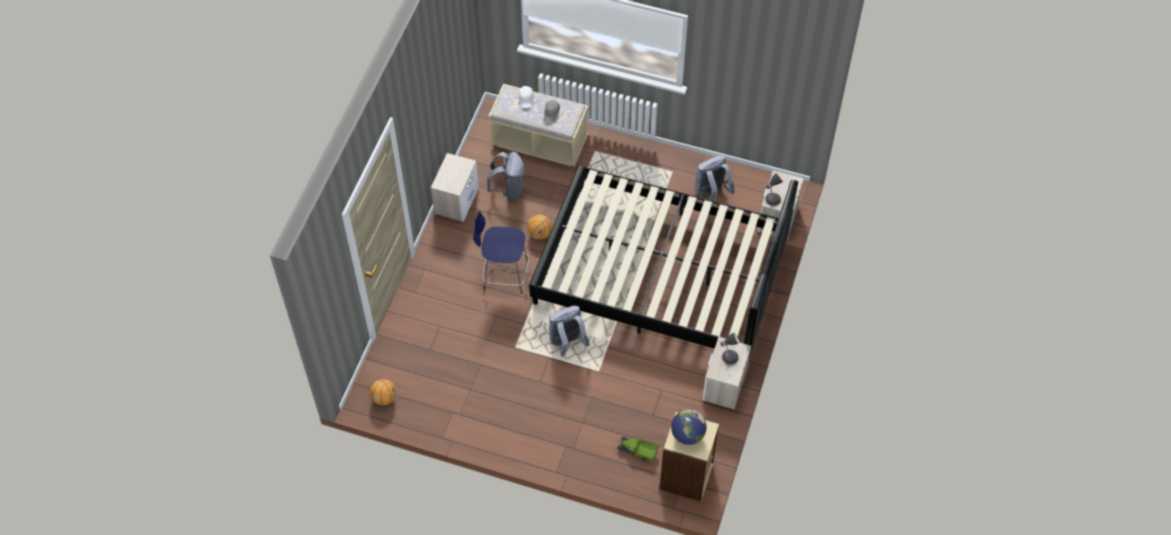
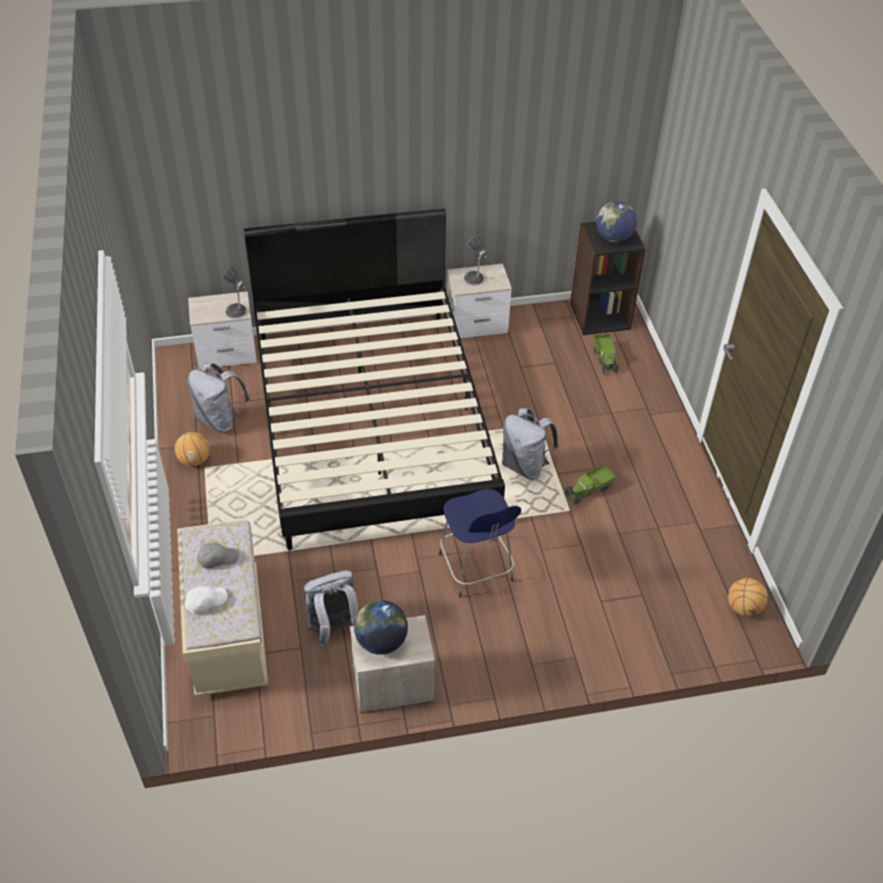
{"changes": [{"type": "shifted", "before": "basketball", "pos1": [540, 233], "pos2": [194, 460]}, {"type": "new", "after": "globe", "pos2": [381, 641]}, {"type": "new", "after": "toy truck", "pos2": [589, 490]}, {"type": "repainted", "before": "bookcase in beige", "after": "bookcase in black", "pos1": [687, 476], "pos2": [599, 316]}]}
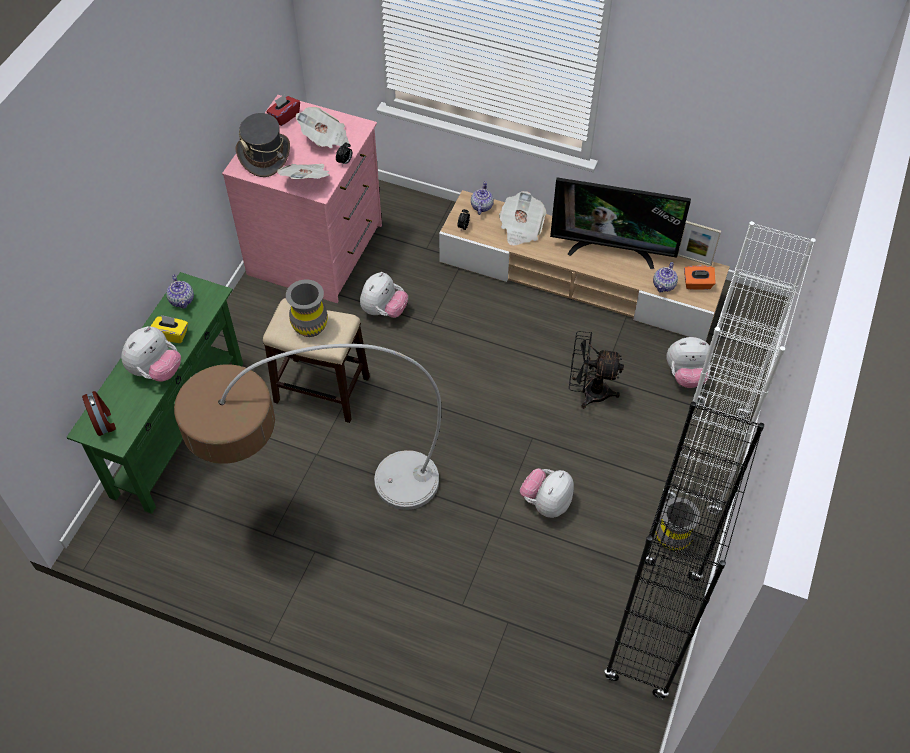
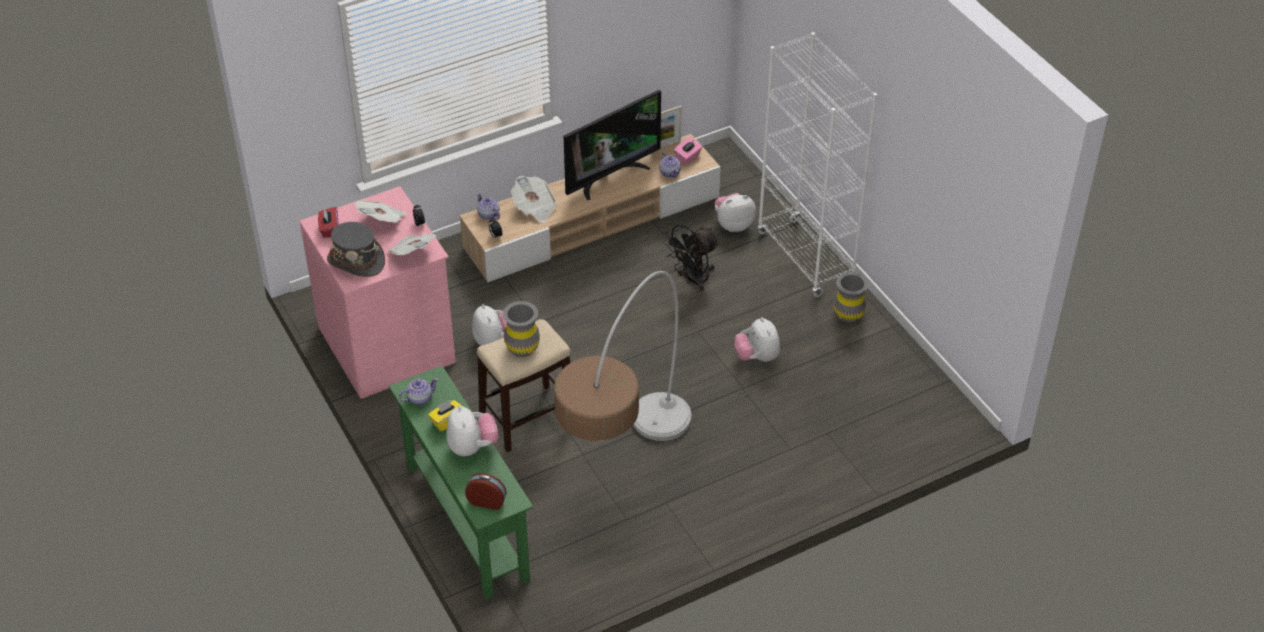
{"changes": [{"type": "rotated", "before": "teapot", "pos1": [182, 300], "pos2": [419, 398], "turn": -45}, {"type": "repainted", "before": "tissue box in orange", "after": "tissue box in pink", "pos1": [697, 284], "pos2": [688, 157]}, {"type": "rotated", "before": "plush toy", "pos1": [685, 375], "pos2": [733, 225], "turn": -150}, {"type": "gone", "before": "bookcase in black", "pos1": [653, 628]}]}
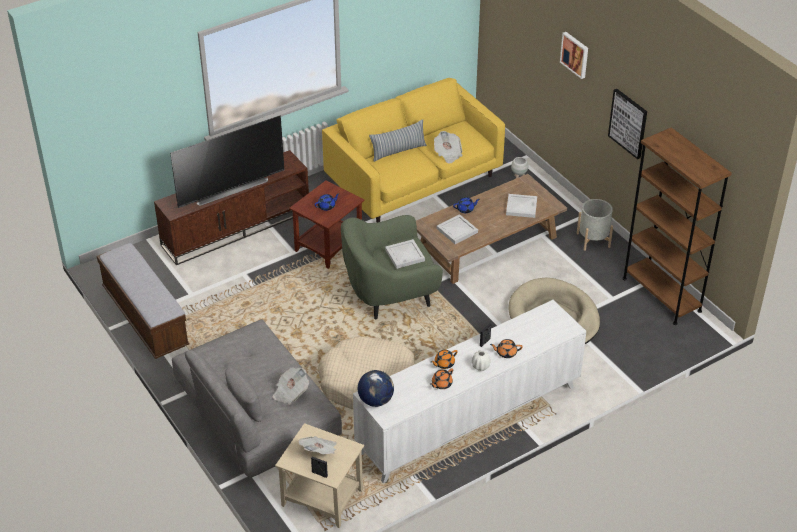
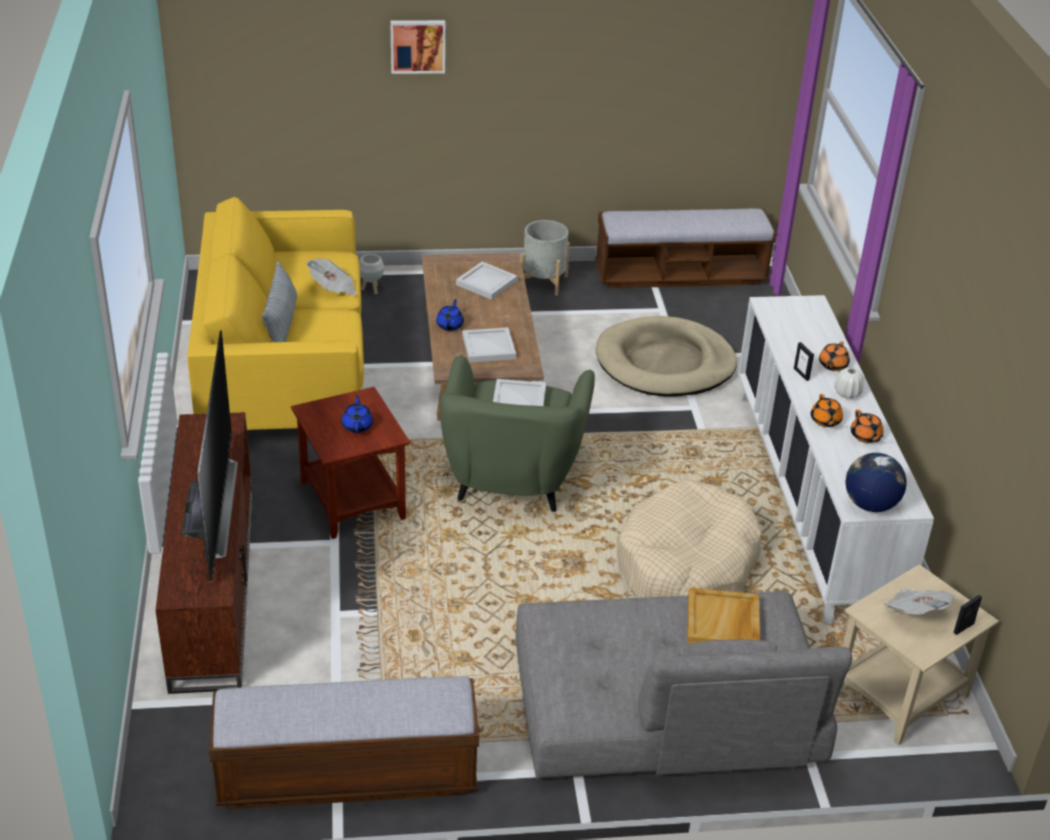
{"changes": [{"type": "swapped", "before": "bookcase in brown", "after": "bench", "pos1": [661, 294], "pos2": [680, 275]}, {"type": "swapped", "before": "newspaper", "after": "tray in beige", "pos1": [290, 392], "pos2": [723, 622]}, {"type": "gone", "before": "picture", "pos1": [628, 123]}]}
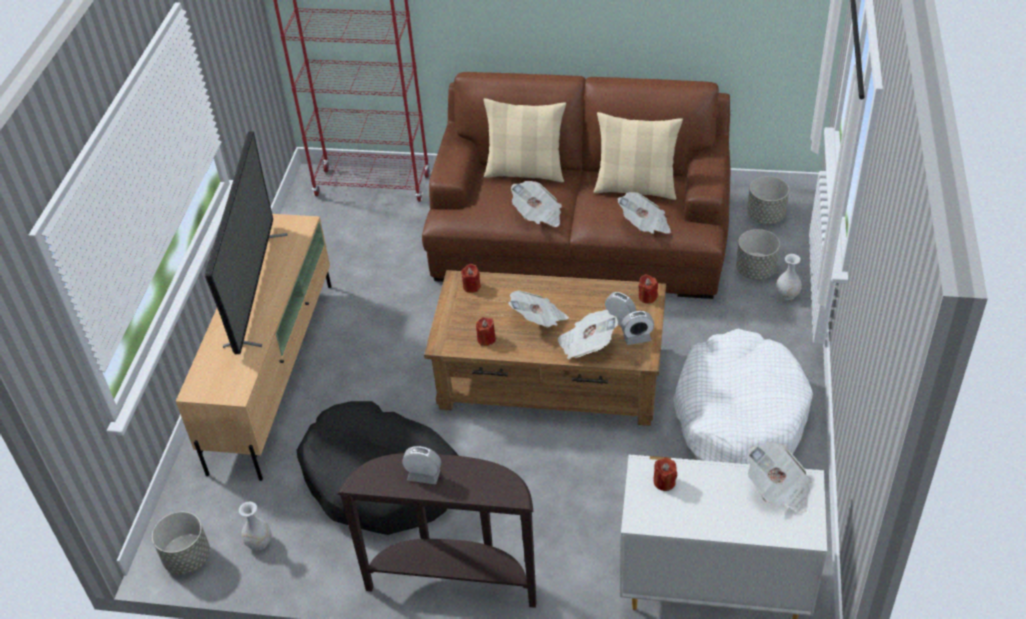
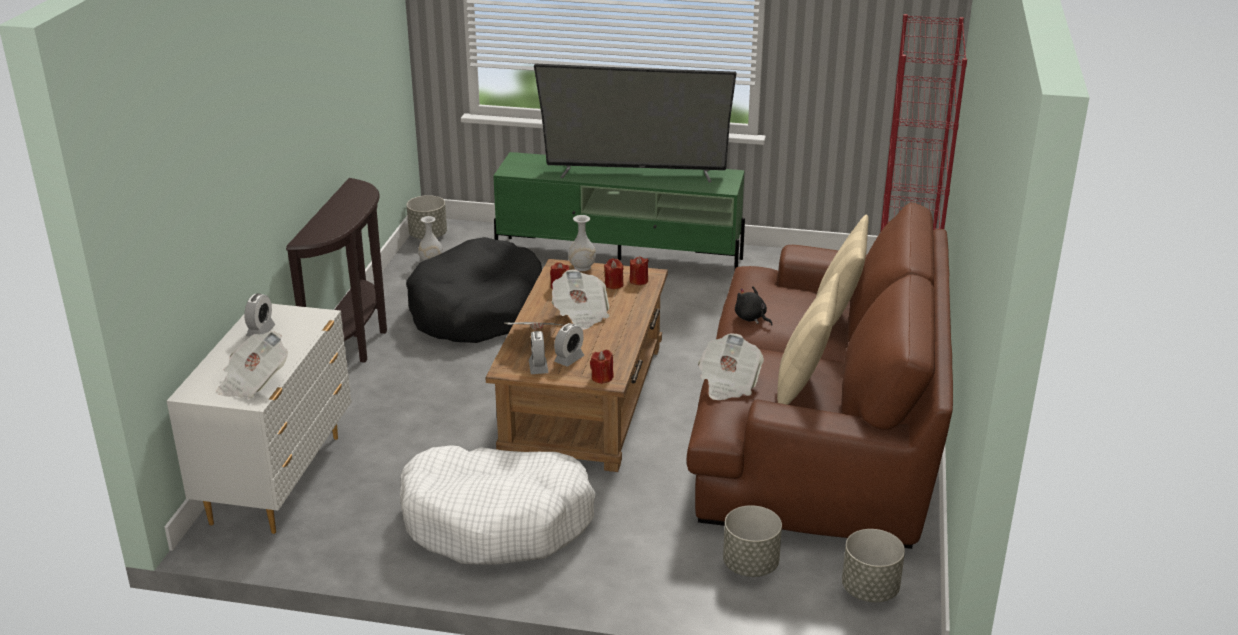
{"changes": [{"type": "shifted", "before": "alarm clock", "pos1": [424, 476], "pos2": [261, 331]}, {"type": "repainted", "before": "tv stand in beige", "after": "tv stand in green", "pos1": [274, 373], "pos2": [620, 259]}, {"type": "shifted", "before": "vase in white", "pos1": [787, 294], "pos2": [582, 267]}, {"type": "shifted", "before": "candle in red", "pos1": [664, 482], "pos2": [614, 284]}, {"type": "swapped", "before": "newspaper", "after": "plush toy in black", "pos1": [538, 215], "pos2": [751, 318]}]}
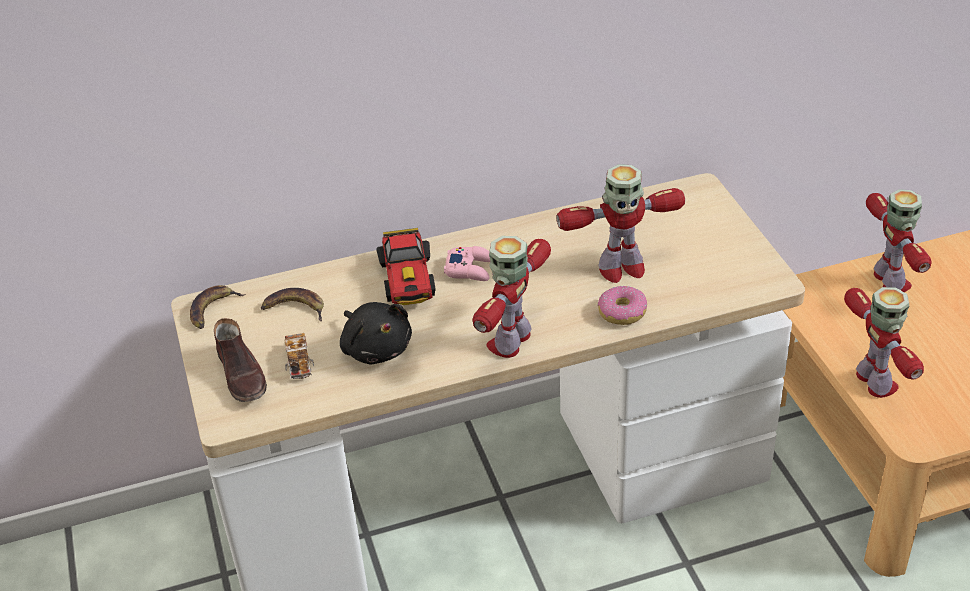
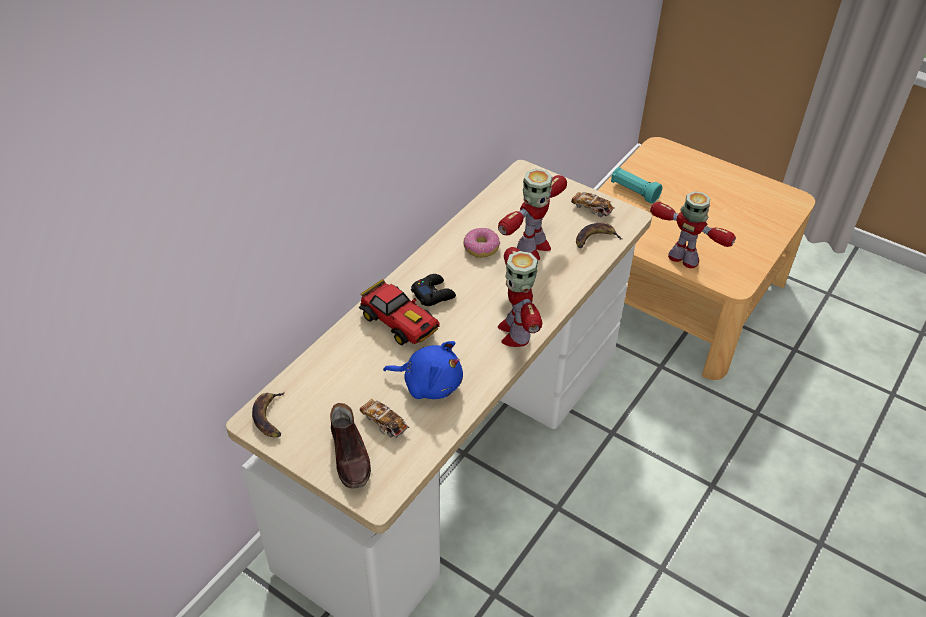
{"changes": [{"type": "rotated", "before": "shoe in brown", "pos1": [242, 375], "pos2": [350, 455], "turn": 45}, {"type": "repainted", "before": "plush toy in black", "after": "plush toy in blue", "pos1": [376, 348], "pos2": [429, 384]}, {"type": "repainted", "before": "game controller in pink", "after": "game controller in black", "pos1": [469, 269], "pos2": [433, 294]}, {"type": "shifted", "before": "donut", "pos1": [622, 312], "pos2": [481, 247]}, {"type": "new", "after": "toy car", "pos2": [591, 209]}, {"type": "shifted", "before": "banana", "pos1": [294, 308], "pos2": [595, 239]}, {"type": "swapped", "before": "toy robot", "after": "flashlight in turquoise", "pos1": [890, 281], "pos2": [634, 192]}]}
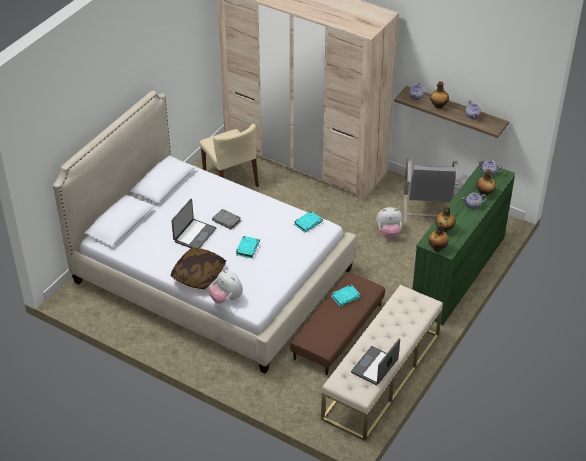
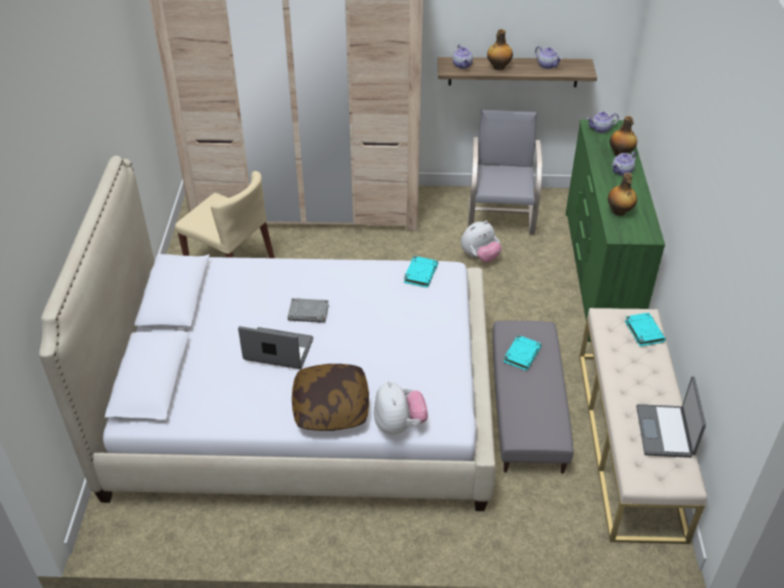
{"changes": [{"type": "rotated", "before": "laptop", "pos1": [194, 235], "pos2": [278, 351], "turn": -75}, {"type": "rotated", "before": "plush toy", "pos1": [226, 298], "pos2": [399, 425], "turn": -120}, {"type": "rotated", "before": "chair in grey", "pos1": [427, 211], "pos2": [501, 215], "turn": -150}, {"type": "repainted", "before": "ottoman in brown", "after": "ottoman in grey", "pos1": [337, 331], "pos2": [526, 407]}, {"type": "shifted", "before": "book in turquoise", "pos1": [247, 248], "pos2": [643, 331]}, {"type": "gone", "before": "bottle", "pos1": [437, 248]}]}
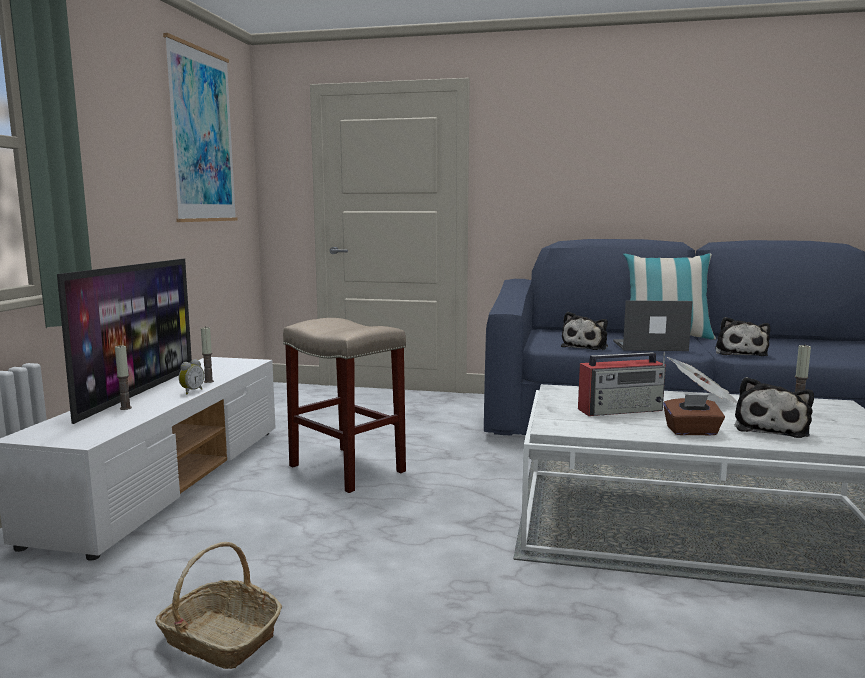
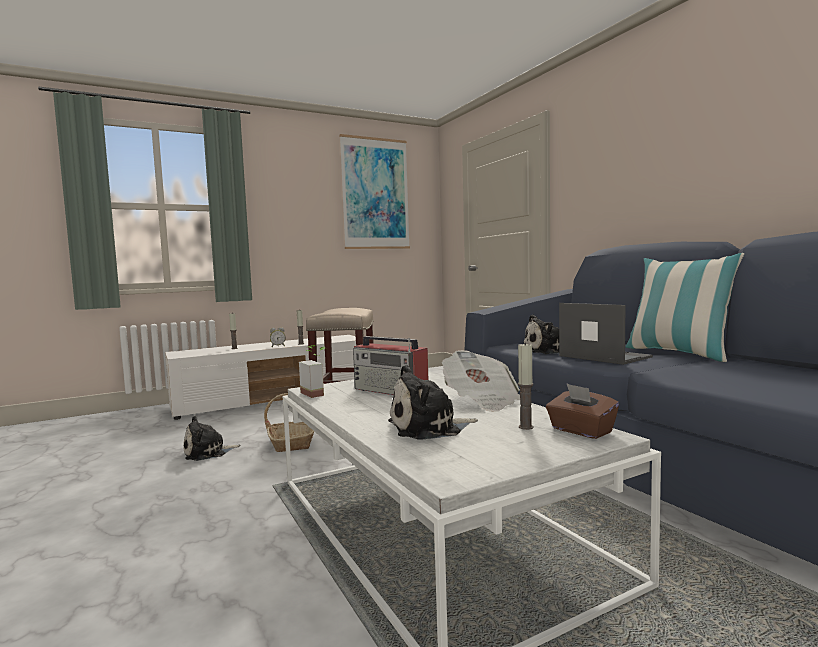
{"changes": [{"type": "shifted", "before": "plush toy", "pos1": [740, 353], "pos2": [208, 453]}, {"type": "shifted", "before": "basket", "pos1": [219, 639], "pos2": [293, 443]}, {"type": "new", "after": "potted plant", "pos2": [317, 393]}, {"type": "shifted", "before": "tissue box in brown", "pos1": [692, 432], "pos2": [581, 431]}, {"type": "gone", "before": "television", "pos1": [138, 393]}]}
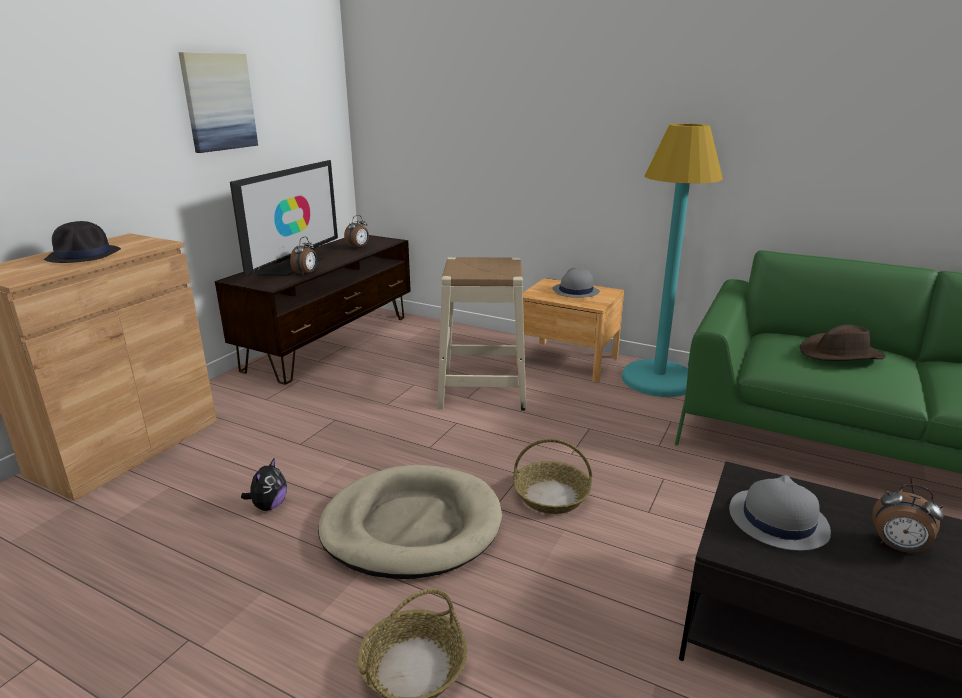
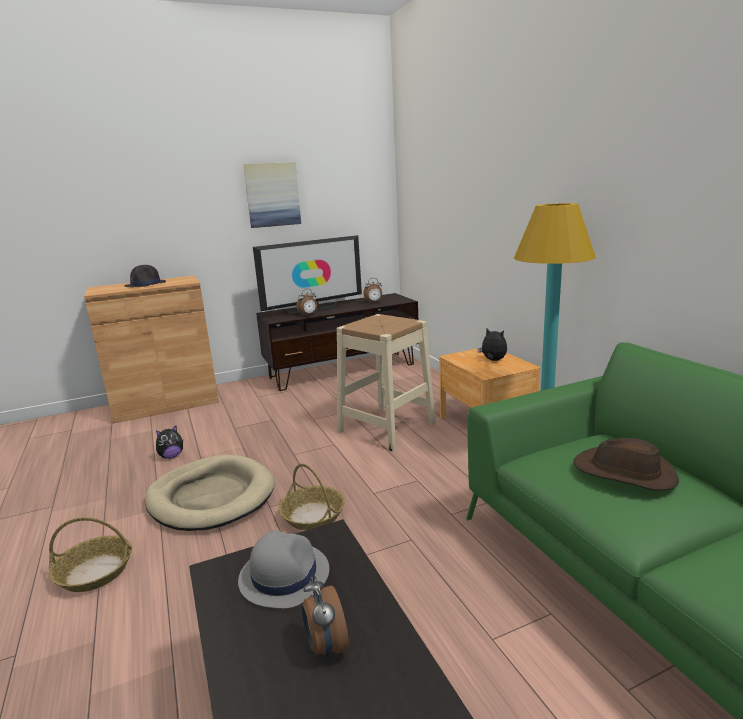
{"changes": [{"type": "swapped", "before": "hat in grey", "after": "plush toy", "pos1": [575, 291], "pos2": [493, 360]}]}
